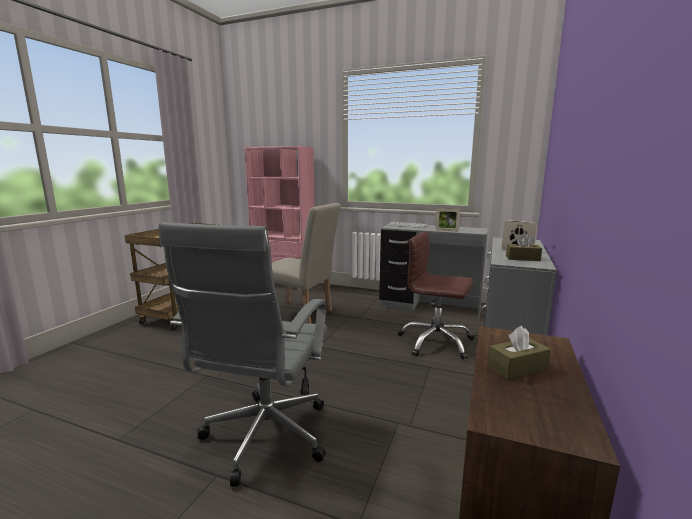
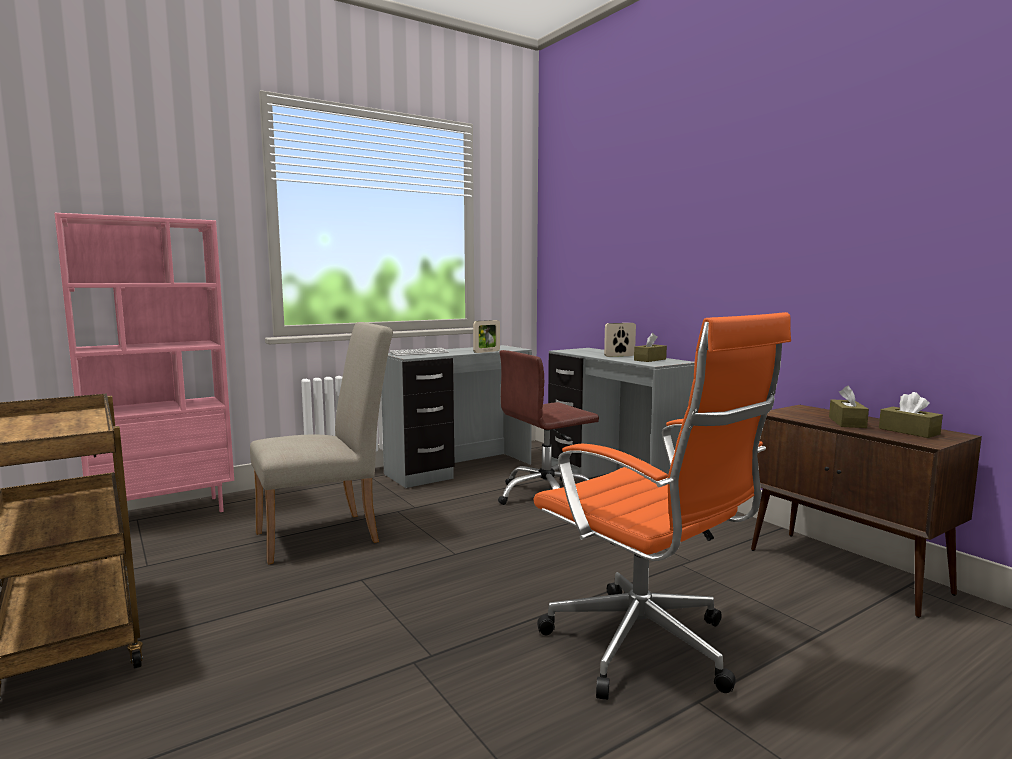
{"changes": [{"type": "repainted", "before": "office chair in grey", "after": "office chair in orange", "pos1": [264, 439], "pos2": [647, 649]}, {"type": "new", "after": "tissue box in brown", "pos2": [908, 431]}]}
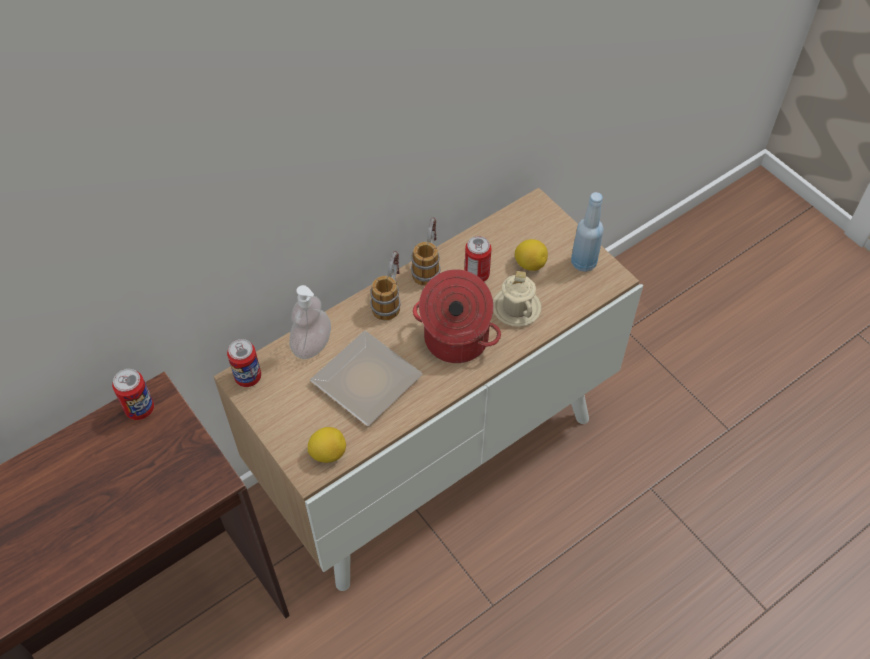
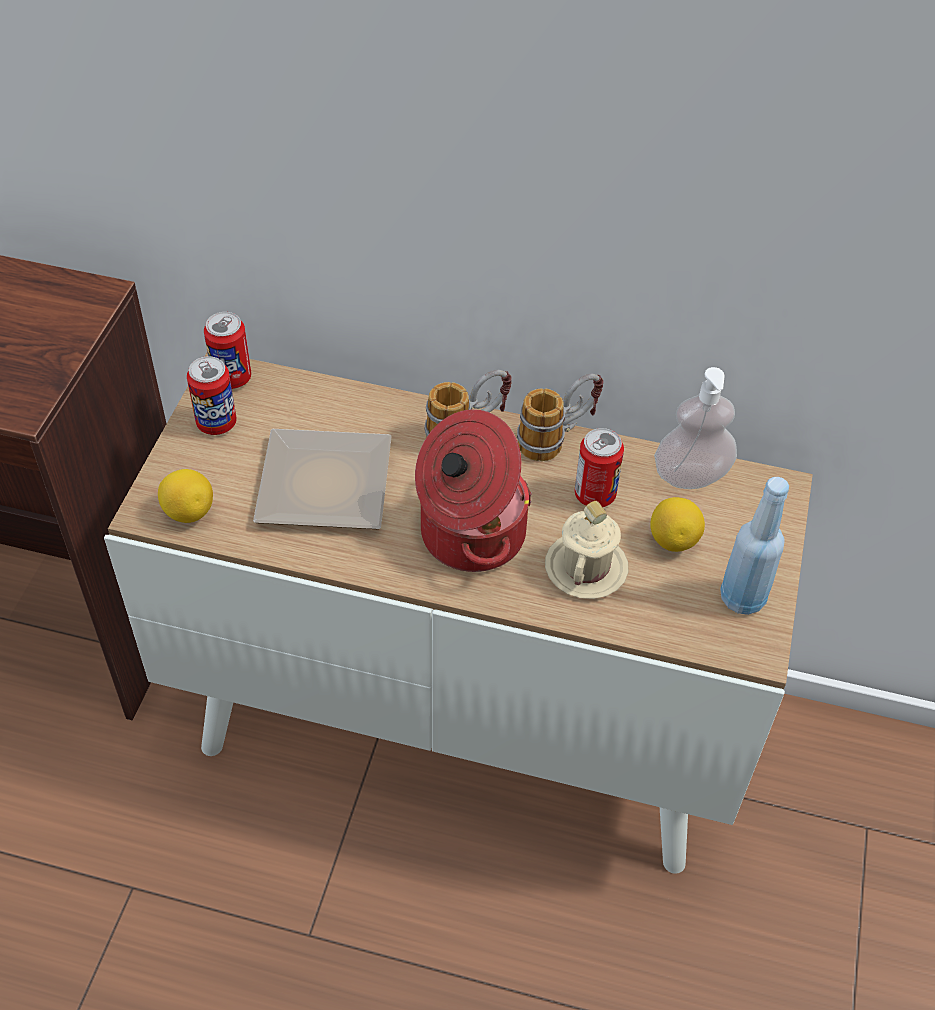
{"changes": [{"type": "shifted", "before": "can", "pos1": [140, 409], "pos2": [216, 423]}, {"type": "shifted", "before": "soap dispenser", "pos1": [312, 345], "pos2": [690, 475]}]}
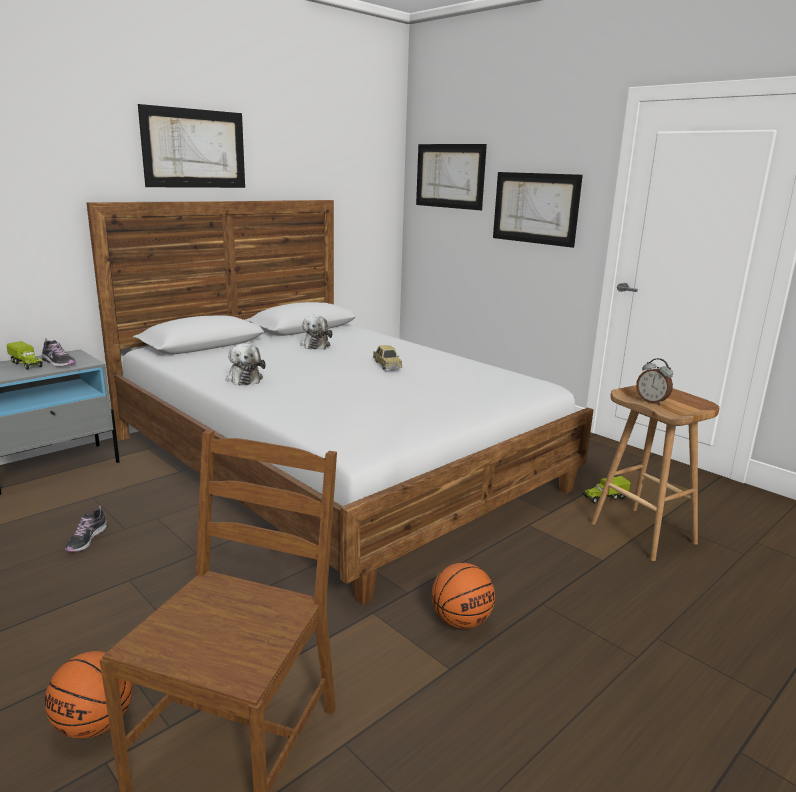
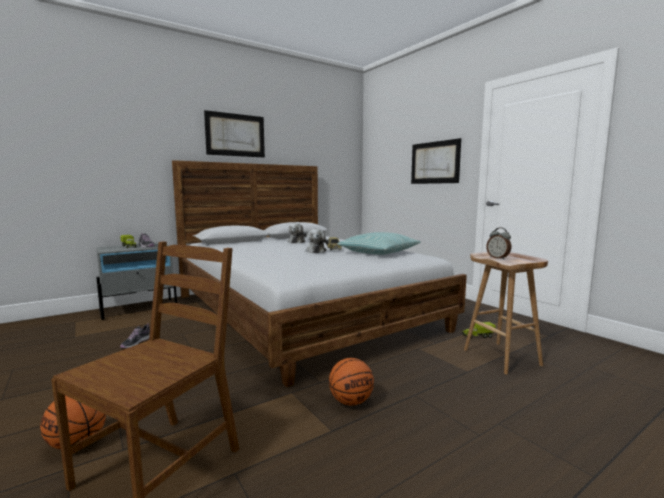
{"changes": [{"type": "shifted", "before": "plush toy", "pos1": [244, 378], "pos2": [315, 251]}, {"type": "new", "after": "pillow", "pos2": [378, 252]}, {"type": "gone", "before": "picture", "pos1": [449, 176]}]}
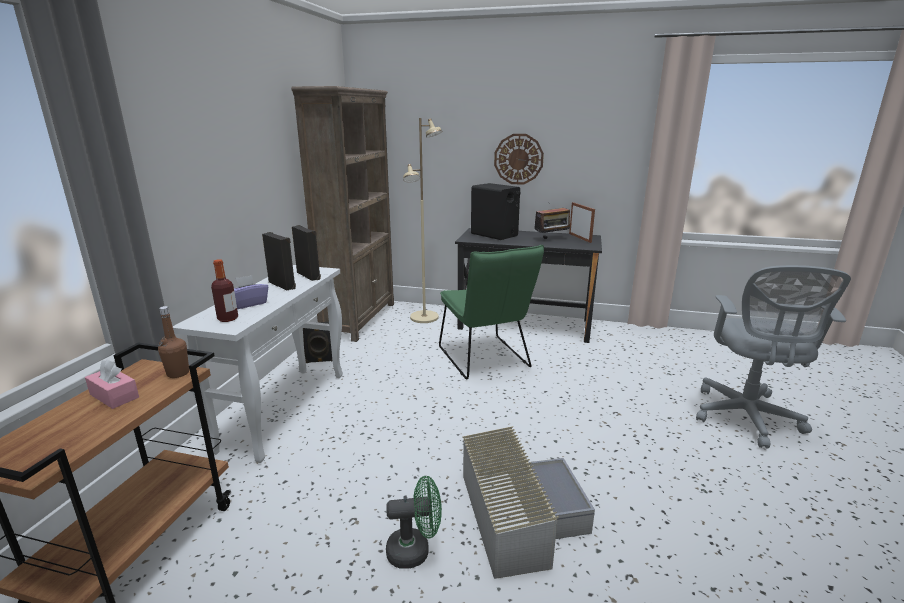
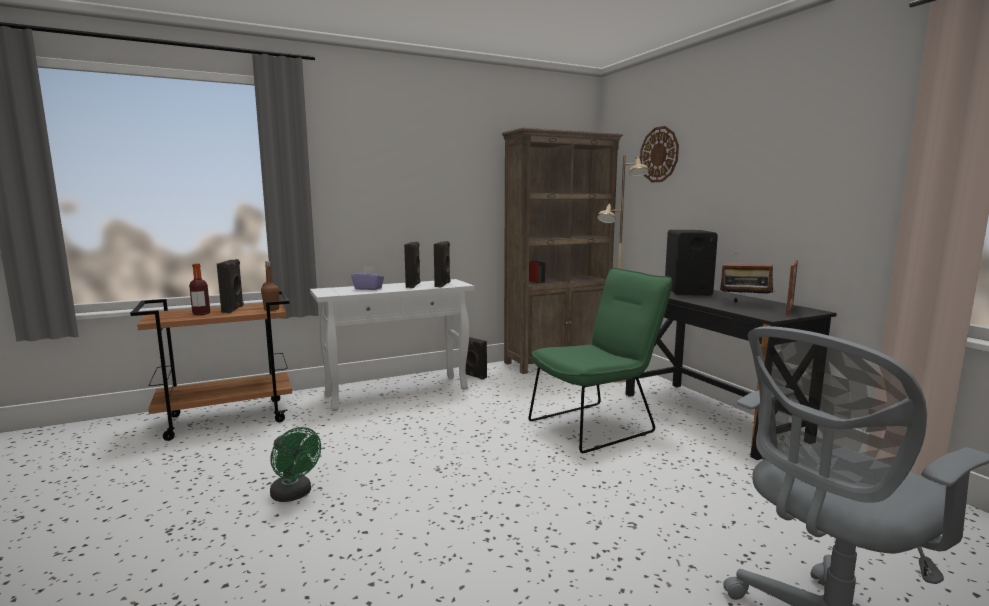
{"changes": [{"type": "shifted", "before": "bottle", "pos1": [228, 319], "pos2": [201, 314]}, {"type": "swapped", "before": "tissue box in pink", "after": "speaker in black", "pos1": [114, 396], "pos2": [233, 309]}, {"type": "rotated", "before": "chair in green", "pos1": [486, 360], "pos2": [597, 425], "turn": -150}, {"type": "shifted", "before": "wall clock", "pos1": [518, 159], "pos2": [659, 154]}, {"type": "gone", "before": "storage box in grey", "pos1": [518, 513]}]}
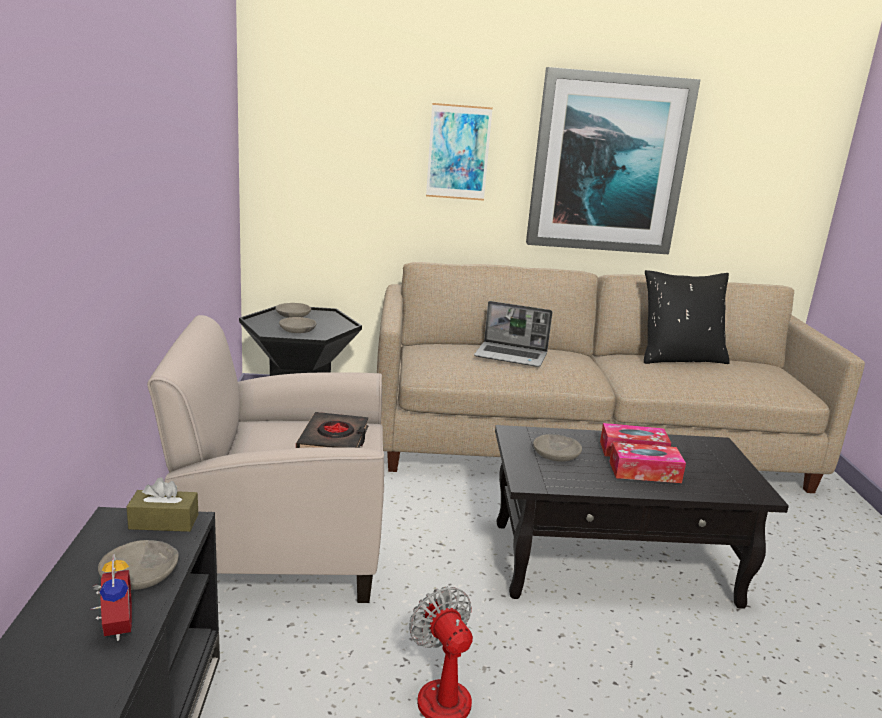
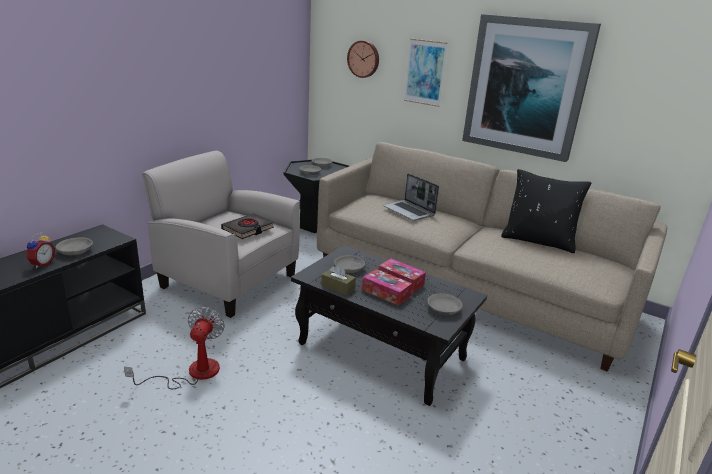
{"changes": [{"type": "shifted", "before": "tissue box in brown", "pos1": [164, 522], "pos2": [338, 287]}, {"type": "new", "after": "wall clock", "pos2": [364, 59]}, {"type": "new", "after": "bowl in grey", "pos2": [443, 309]}]}
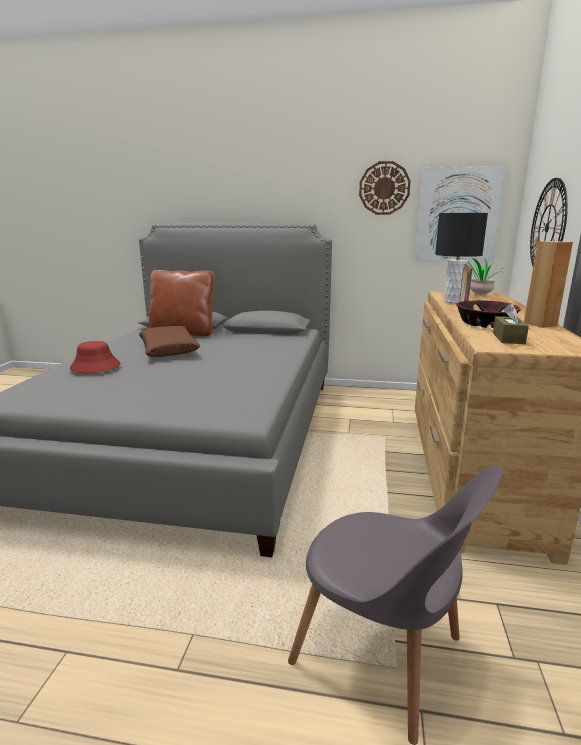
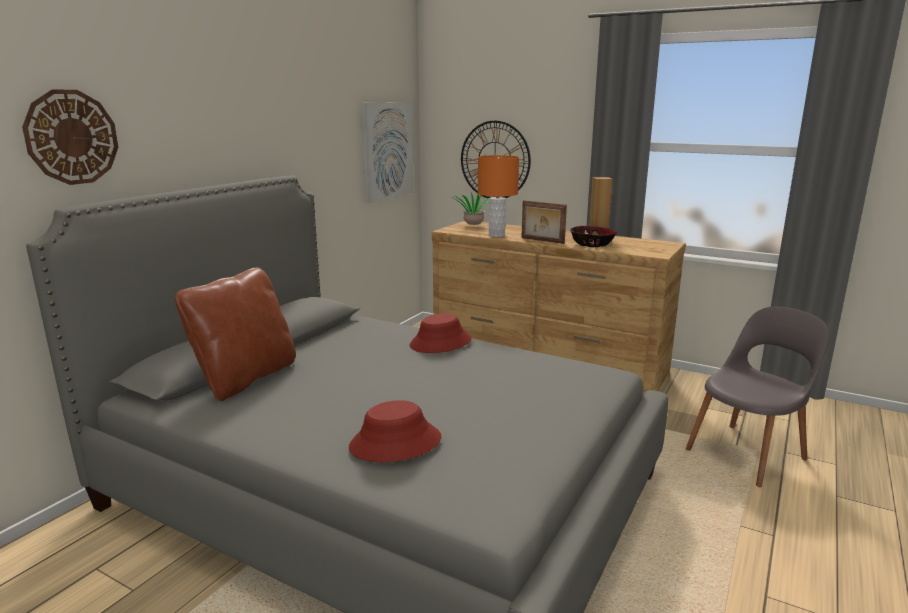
{"changes": [{"type": "shifted", "before": "wall clock", "pos1": [384, 188], "pos2": [72, 137]}, {"type": "new", "after": "hat in red", "pos2": [441, 343]}, {"type": "repainted", "before": "table lamp in black", "after": "table lamp in orange", "pos1": [453, 301], "pos2": [496, 235]}, {"type": "gone", "before": "pillow in brown", "pos1": [169, 350]}, {"type": "gone", "before": "tissue box in brown", "pos1": [508, 338]}]}
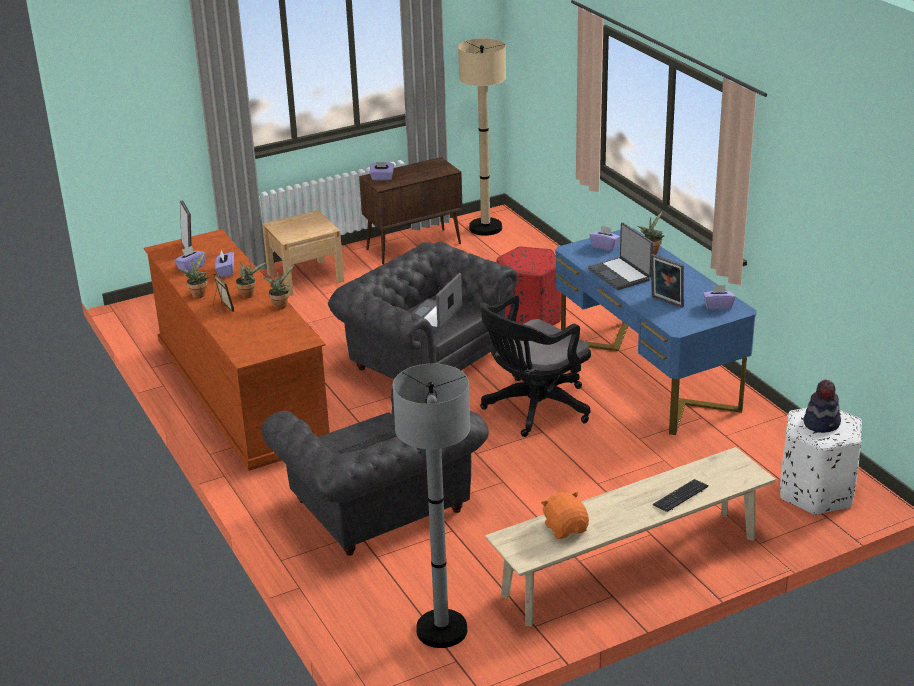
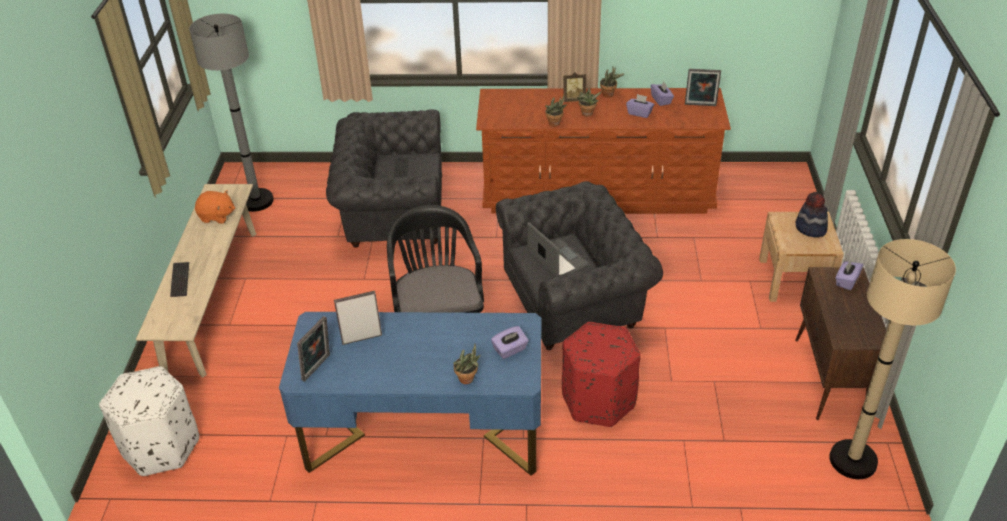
{"changes": [{"type": "swapped", "before": "tissue box in purple", "after": "picture frame", "pos1": [718, 306], "pos2": [318, 368]}, {"type": "shifted", "before": "hat", "pos1": [822, 423], "pos2": [810, 228]}, {"type": "gone", "before": "laptop", "pos1": [620, 274]}]}
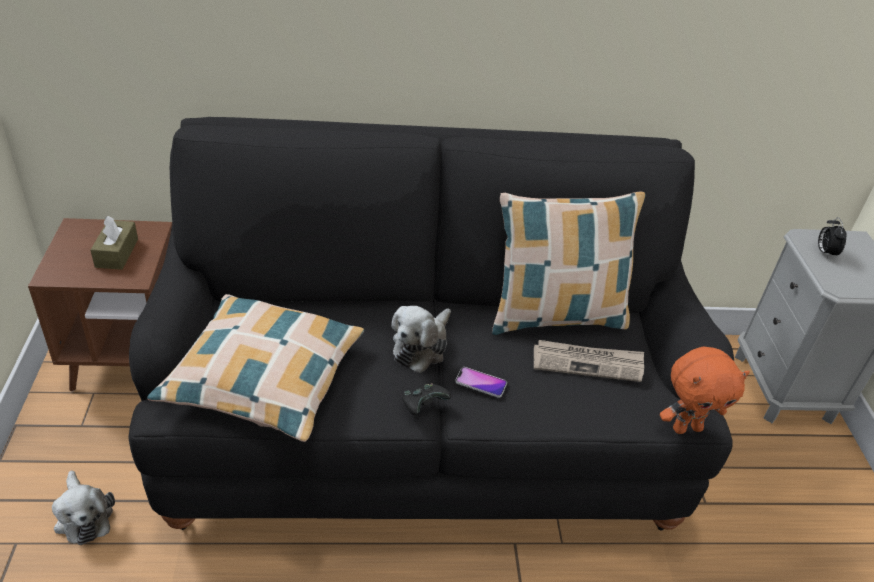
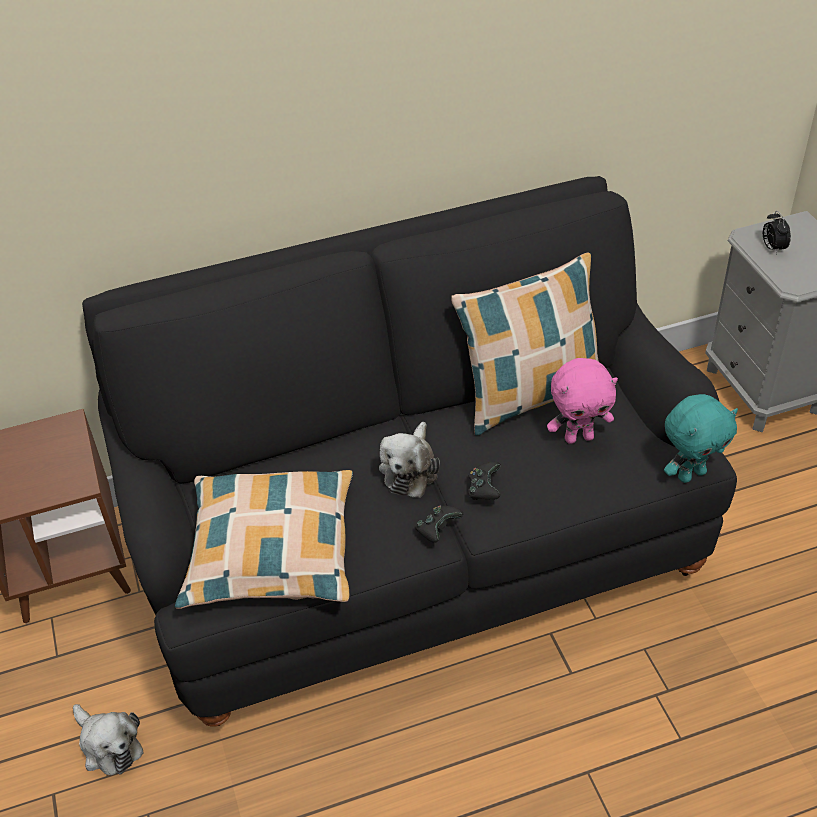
{"changes": [{"type": "swapped", "before": "phone", "after": "game controller in black", "pos1": [481, 383], "pos2": [484, 490]}, {"type": "swapped", "before": "newspaper", "after": "plush toy in pink", "pos1": [588, 363], "pos2": [579, 437]}, {"type": "repainted", "before": "plush toy in orange", "after": "plush toy in turquoise", "pos1": [686, 427], "pos2": [691, 474]}, {"type": "gone", "before": "tissue box in brown", "pos1": [117, 253]}]}
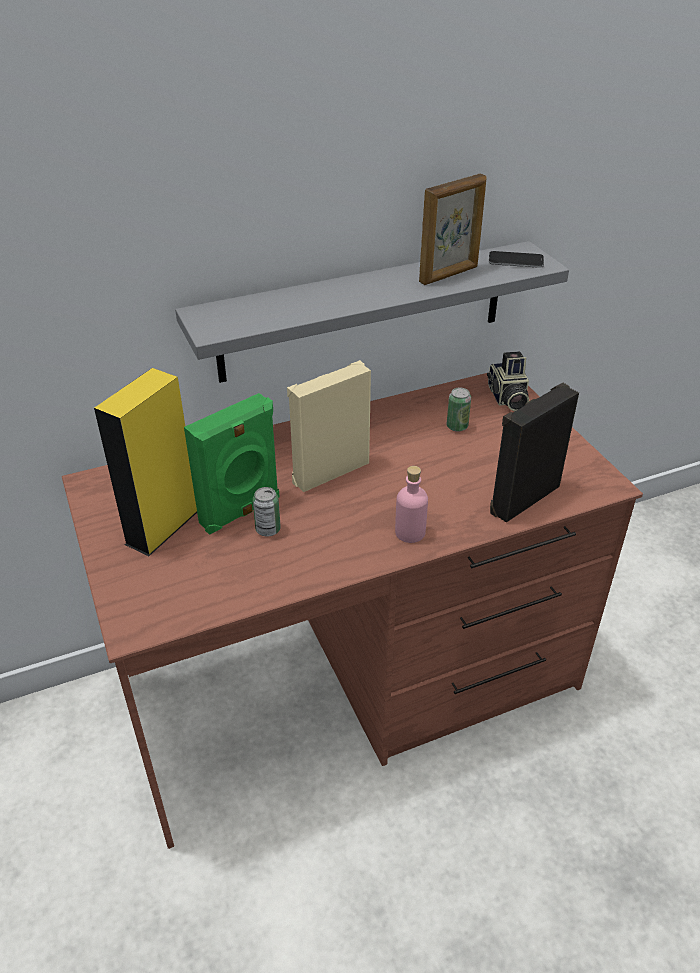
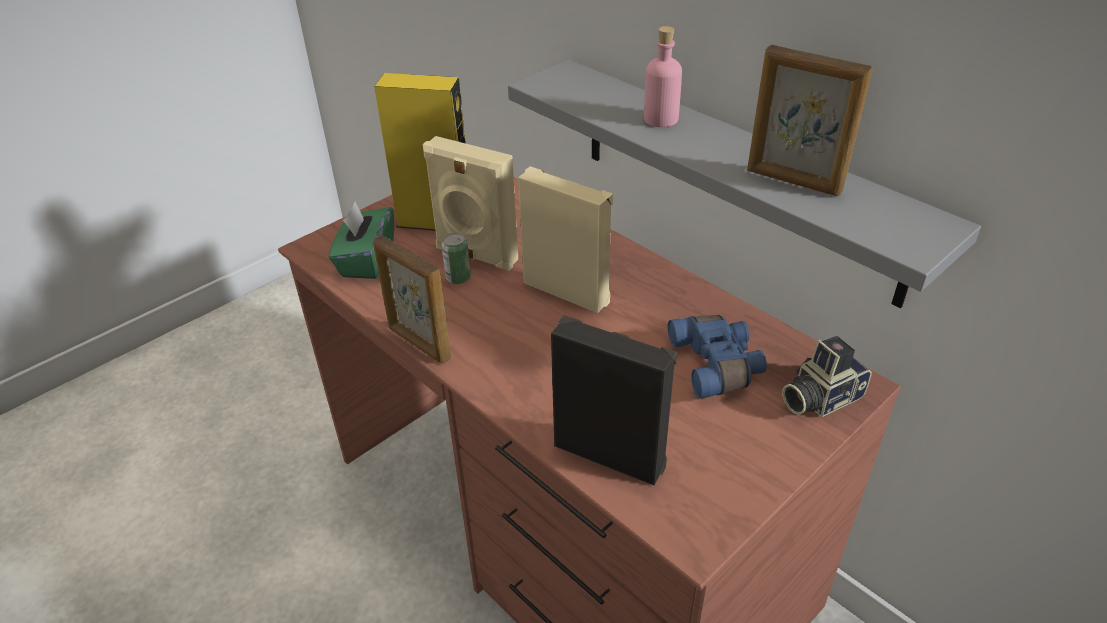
{"changes": [{"type": "new", "after": "tissue box in green", "pos2": [367, 260]}, {"type": "new", "after": "picture frame", "pos2": [418, 343]}, {"type": "repainted", "before": "speaker in green", "after": "speaker in beige", "pos1": [241, 512], "pos2": [475, 256]}, {"type": "shifted", "before": "bottle in pink", "pos1": [410, 532], "pos2": [660, 119]}, {"type": "swapped", "before": "can", "after": "binoculars in blue", "pos1": [457, 426], "pos2": [717, 365]}, {"type": "gone", "before": "phone", "pos1": [516, 261]}]}
